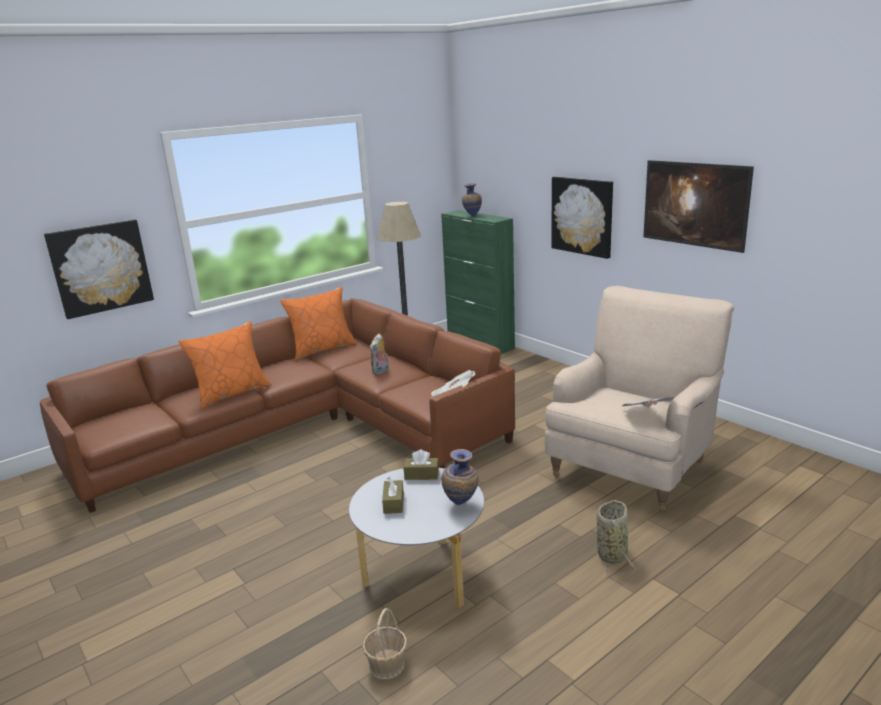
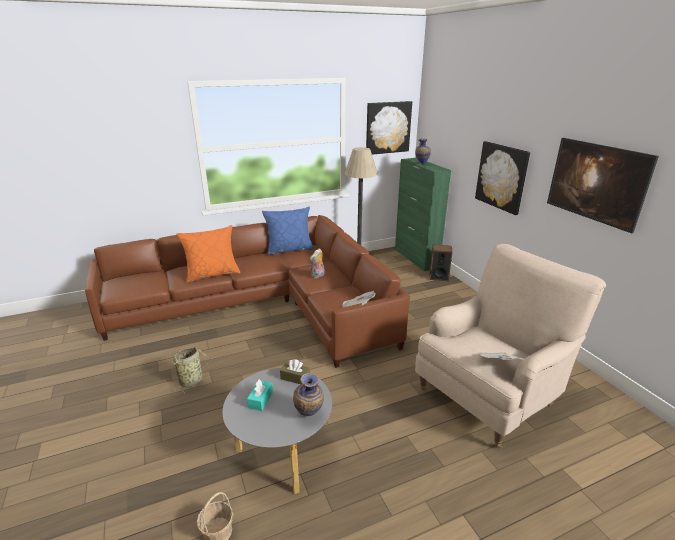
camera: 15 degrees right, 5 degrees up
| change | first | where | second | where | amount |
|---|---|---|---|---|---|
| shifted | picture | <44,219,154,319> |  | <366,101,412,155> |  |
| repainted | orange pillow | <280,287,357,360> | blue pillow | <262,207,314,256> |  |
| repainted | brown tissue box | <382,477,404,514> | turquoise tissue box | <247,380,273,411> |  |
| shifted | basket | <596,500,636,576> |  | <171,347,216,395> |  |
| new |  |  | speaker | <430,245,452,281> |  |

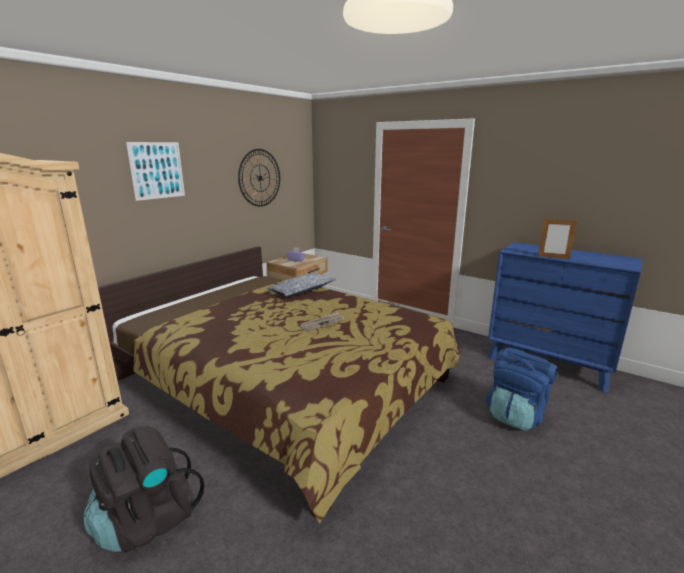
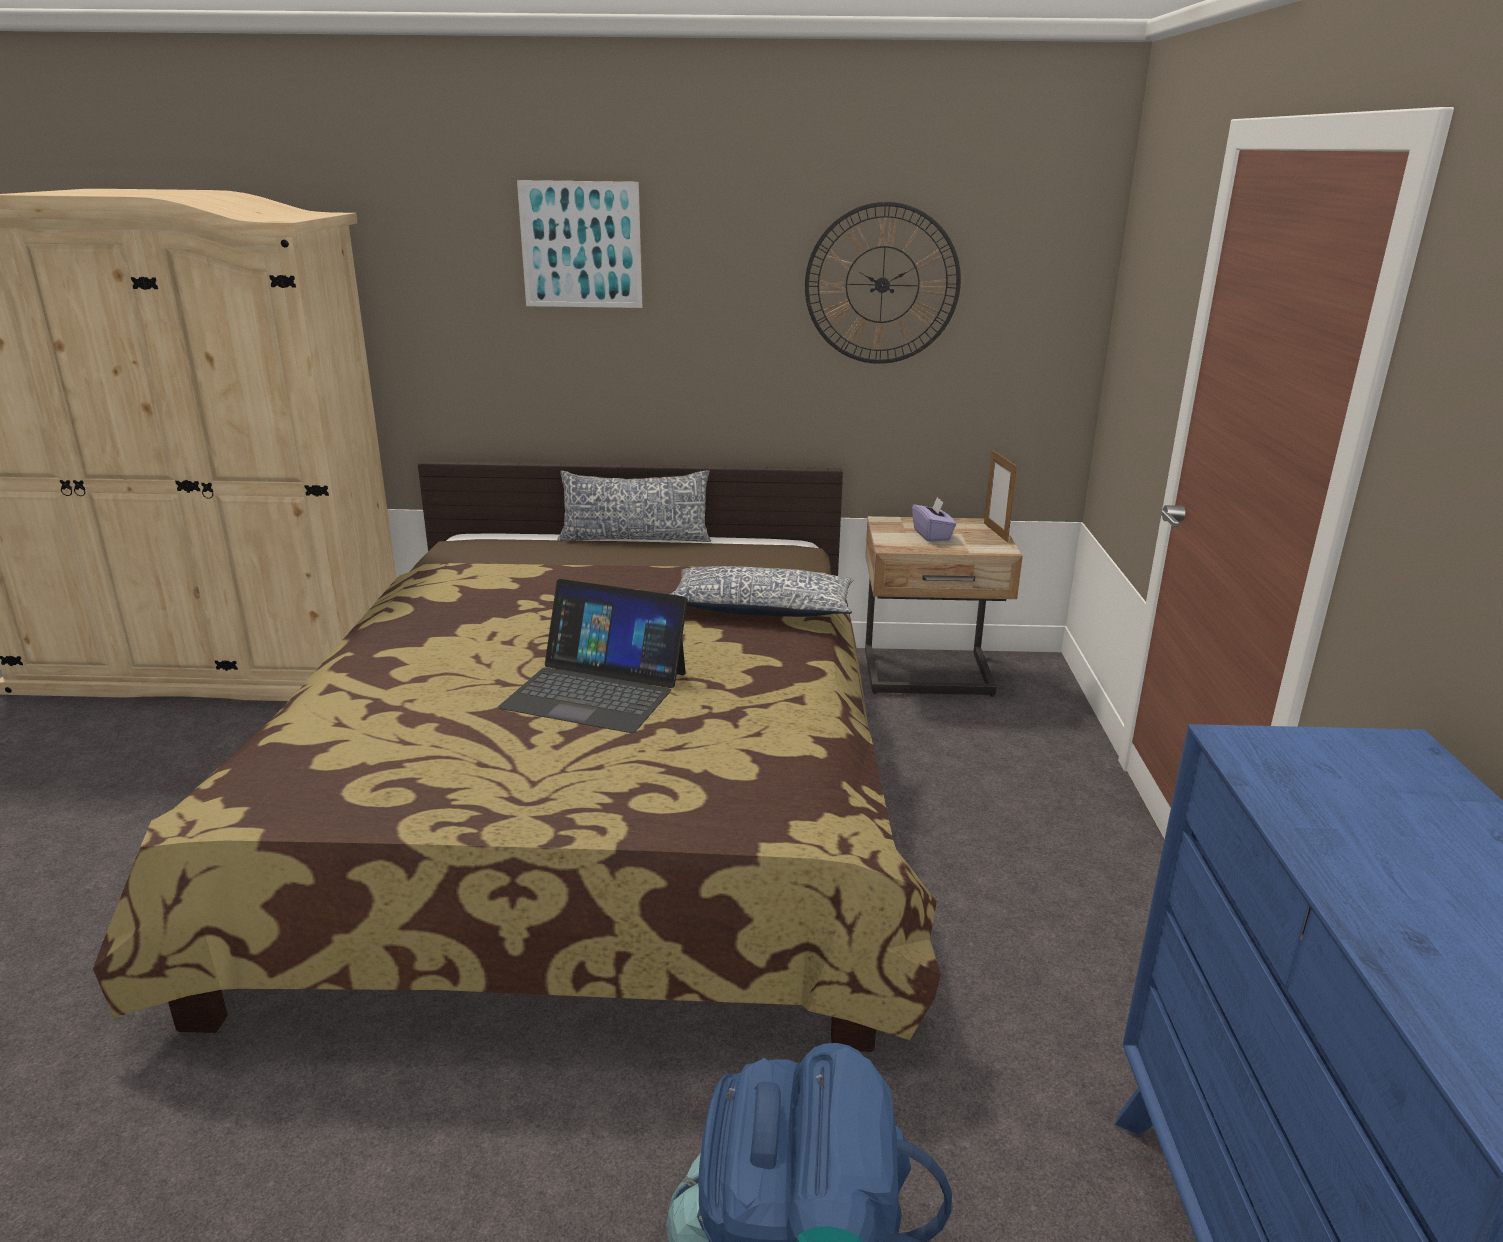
camera: 55 degrees right, 5 degrees up
| change | first | where | second | where | amount |
|---|---|---|---|---|---|
| gone | black backpack | <84,426,205,552> |  |  |  |
| swapped | newspaper | <300,312,344,331> | laptop | <498,579,688,733> |  |
| shifted | picture frame | <538,219,577,259> |  | <984,450,1017,542> |  |
| new |  |  | pillow | <557,470,711,542> |  |

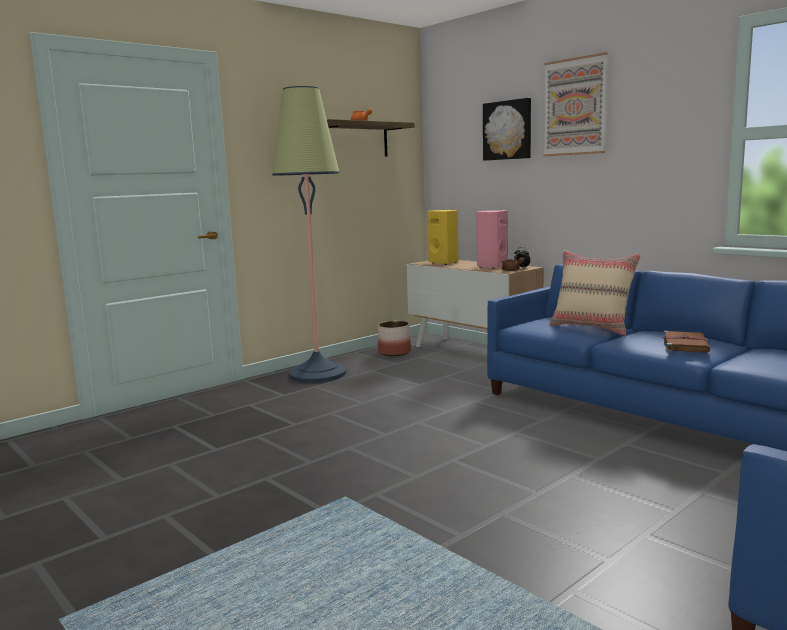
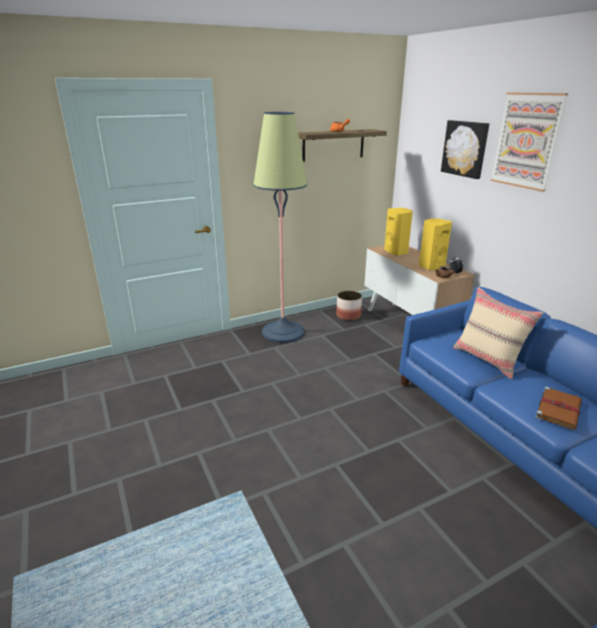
camera: 15 degrees right, 15 degrees up
| change | first | where | second | where | amount |
|---|---|---|---|---|---|
| repainted | pink speaker | <477,210,508,269> | yellow speaker | <419,218,452,271> |  |

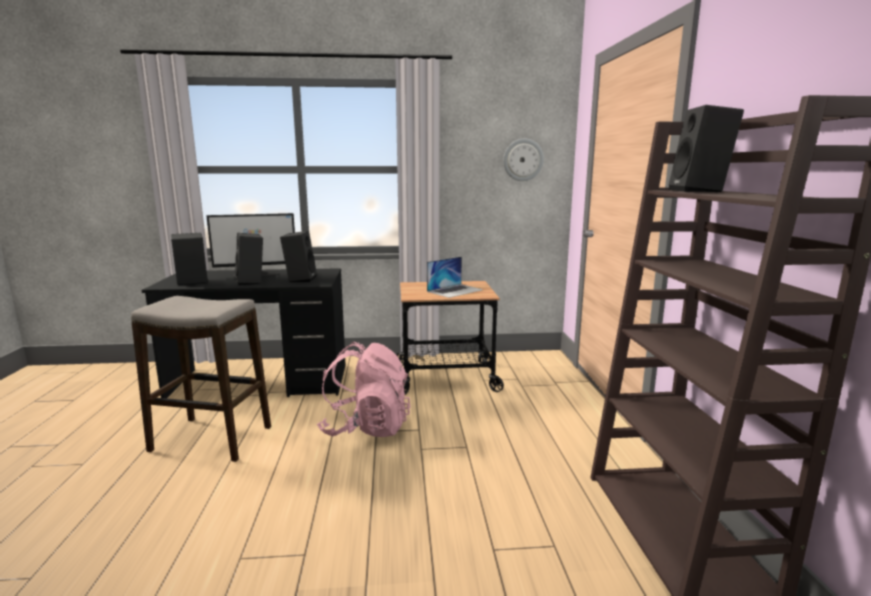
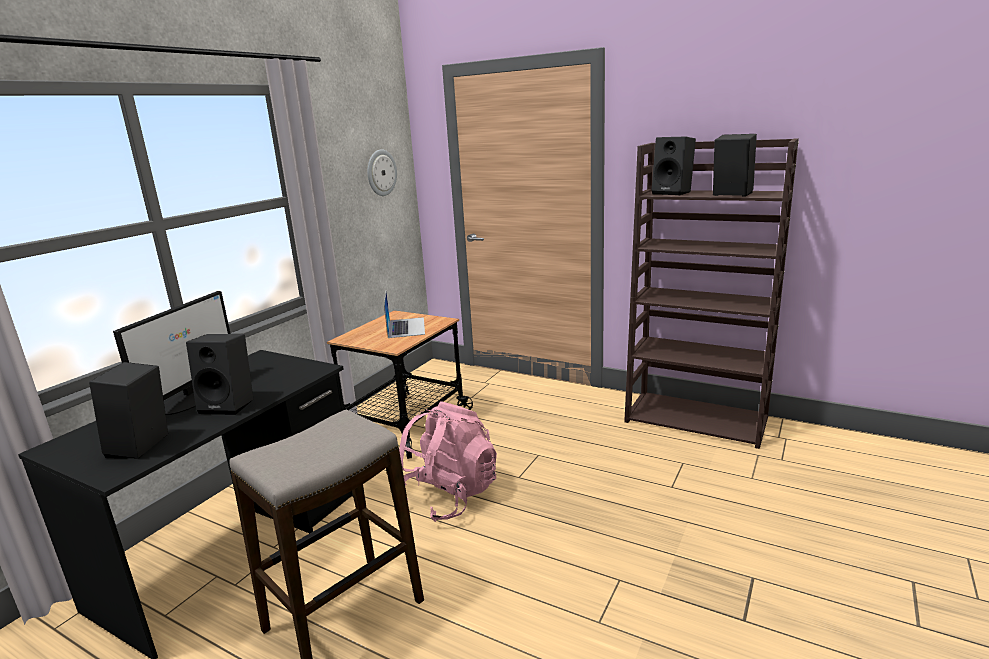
camera: 55 degrees left, 5 degrees up
| change | first | where | second | where | amount |
|---|---|---|---|---|---|
| shifted | black speaker | <280,231,317,282> |  | <713,134,757,197> |  |

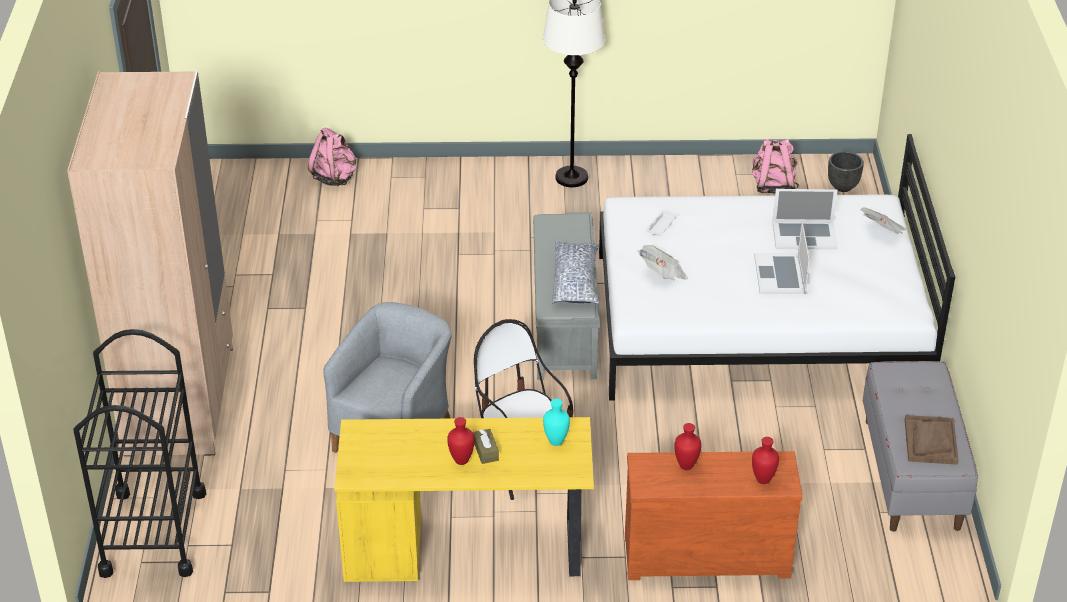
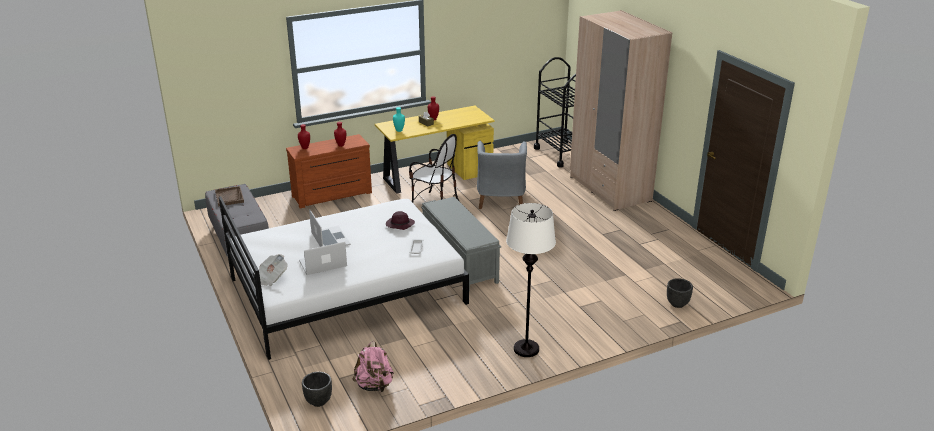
camera: 155 degrees right, 10 degrees down
| change | first | where | second | where | amount |
|---|---|---|---|---|---|
| swapped | pink backpack | <308,127,356,186> | black planter | <667,278,693,308> |  |
| gone | pillow | <552,241,600,304> |  |  |  |
| swapped | newspaper | <638,245,688,280> | purple hat | <386,211,415,230> |  |

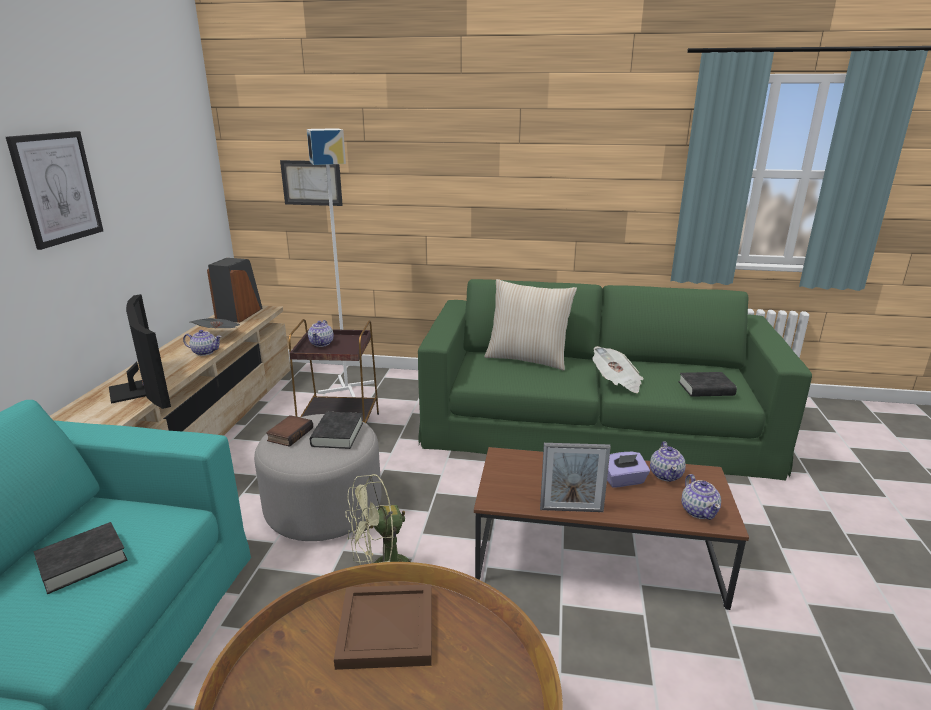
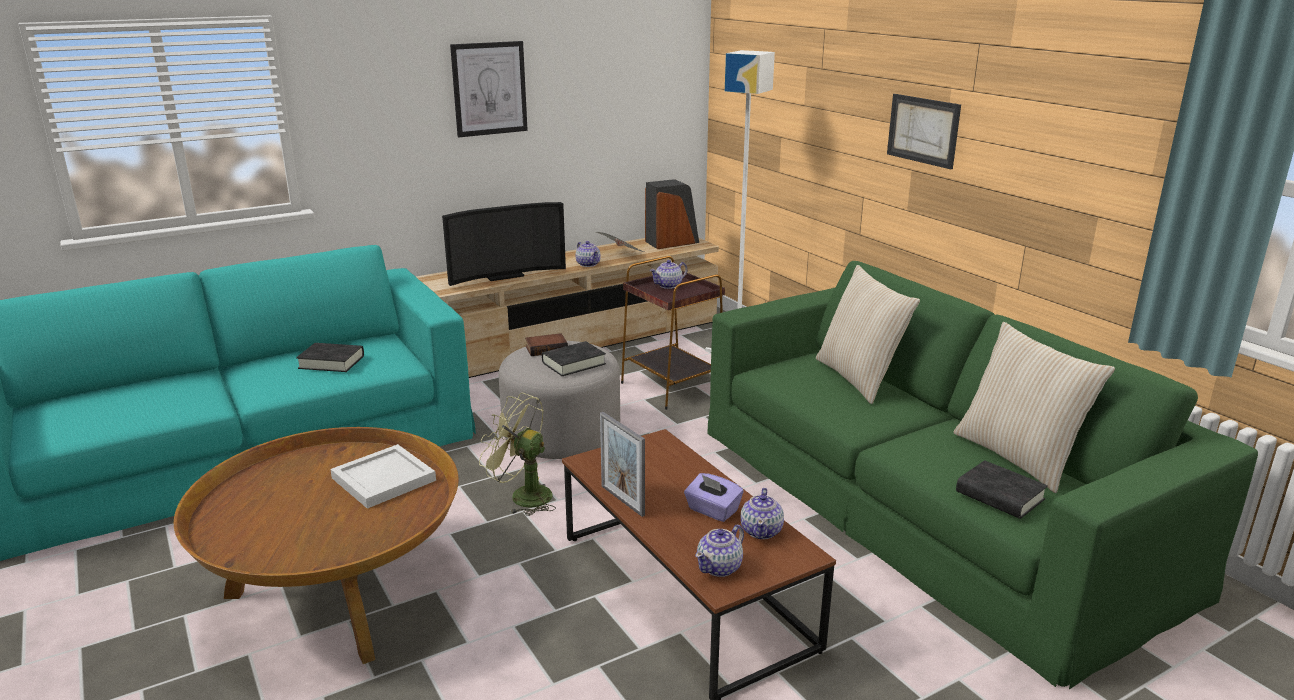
camera: 50 degrees right, 0 degrees up
| change | first | where | second | where | amount |
|---|---|---|---|---|---|
| rotated | television | <109,294,171,409> |  | <442,202,566,286> | 45 degrees clockwise |
| shifted | picture | <280,160,343,206> |  | <887,94,961,169> |  |
| repainted | brown tray | <334,584,432,670> | white tray | <330,444,436,509> |  |
| gone | newspaper | <592,346,643,393> |  |  |  |
| rotated | teapot | <650,441,686,482> |  | <741,488,784,539> | 45 degrees counterclockwise |
| new |  |  | beige pillow | <954,322,1115,493> |  |

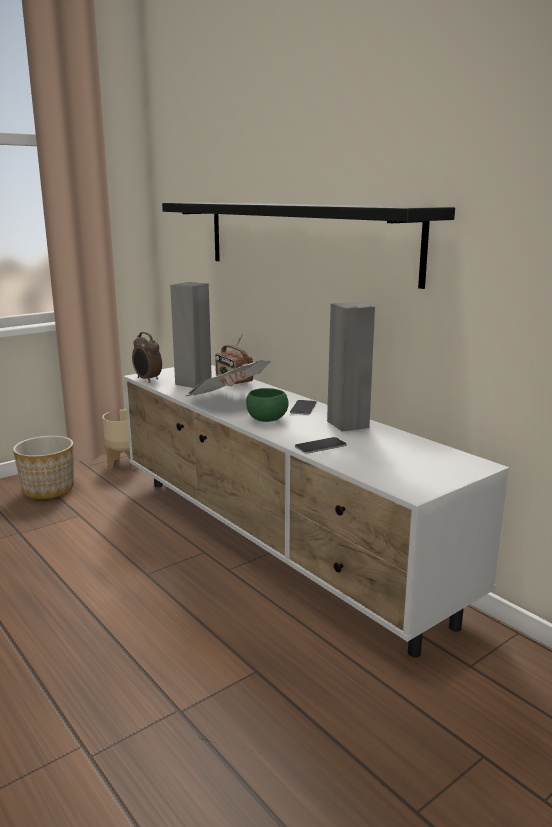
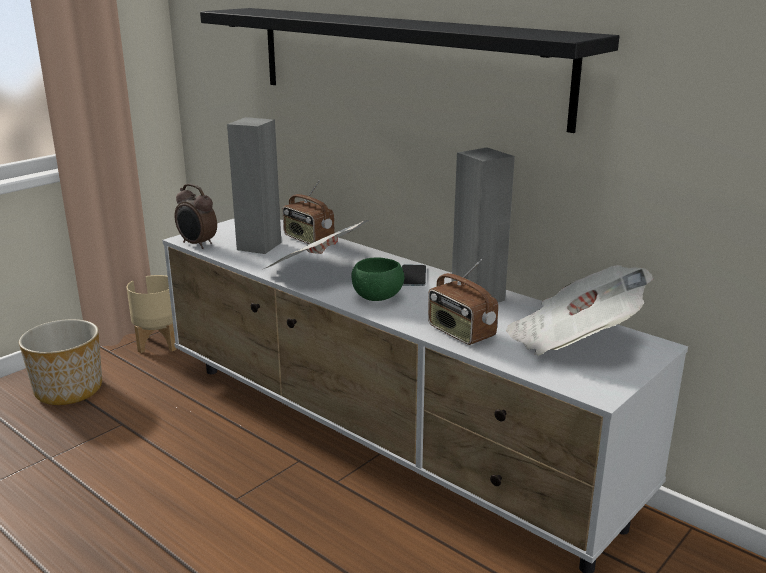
camera: 10 degrees left, 5 degrees up
| change | first | where | second | where | amount |
|---|---|---|---|---|---|
| swapped | phone | <295,437,346,454> | radio | <428,259,498,345> |  |
| new |  |  | newspaper | <506,265,654,356> |  |

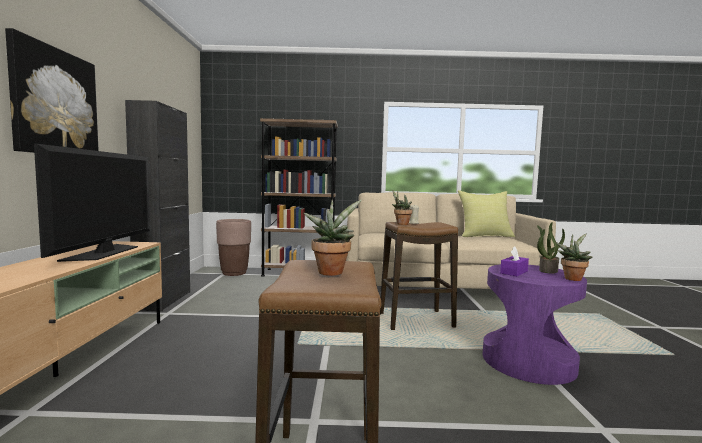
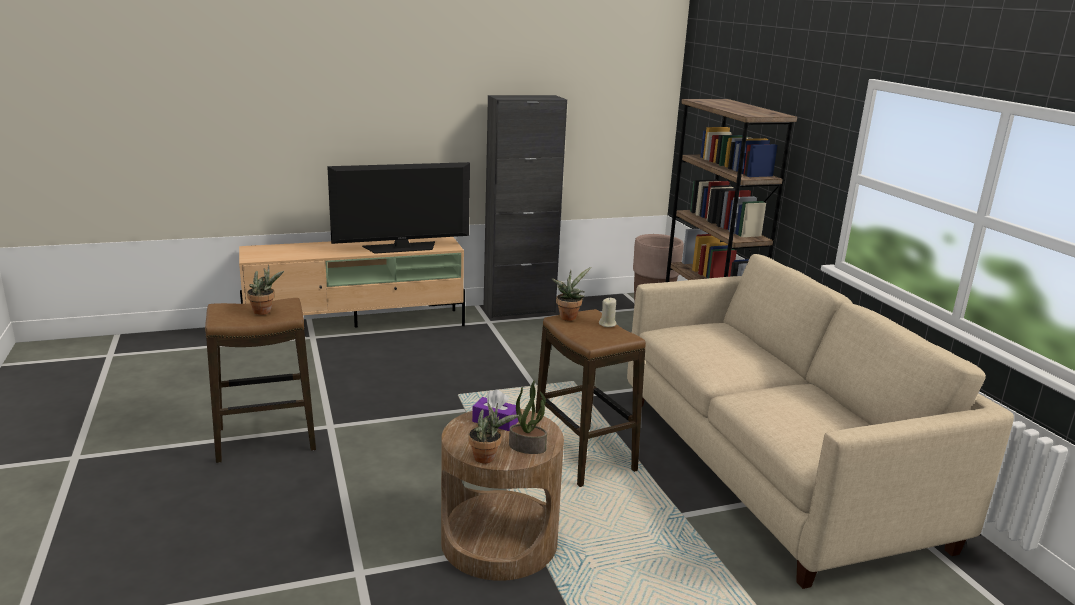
camera: 70 degrees right, 15 degrees up
| change | first | where | second | where | amount |
|---|---|---|---|---|---|
| gone | picture | <5,28,99,153> |  |  |  |
| gone | yellow pillow | <458,190,515,237> |  |  |  |
| repainted | purple side table | <483,264,587,385> | brown side table | <441,409,564,581> |  |

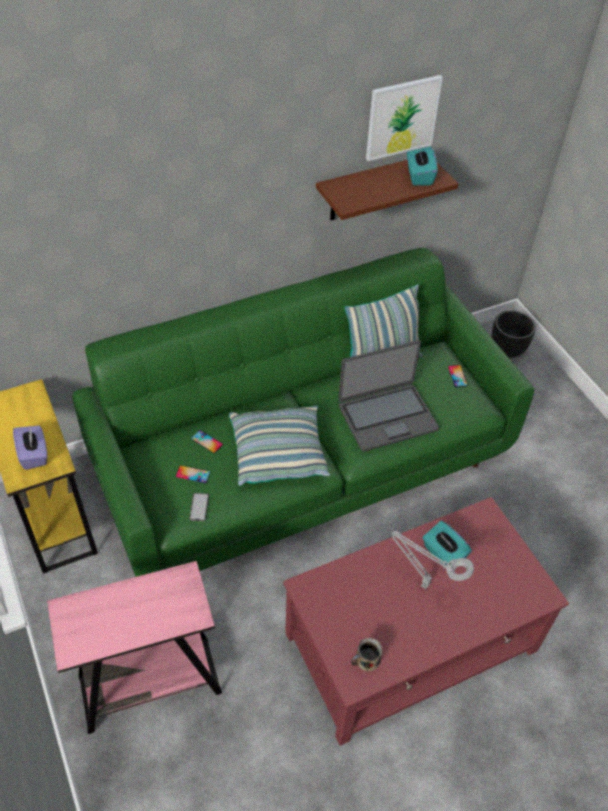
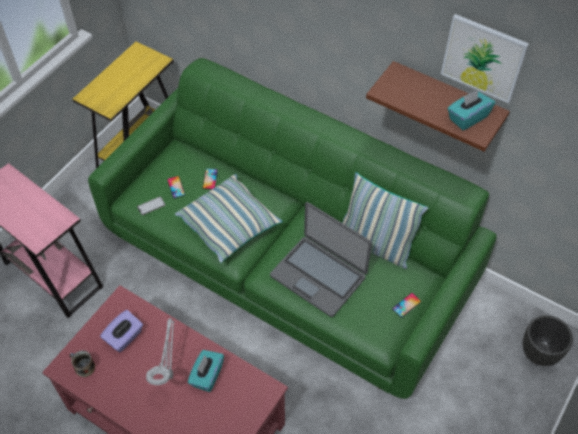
camera: 60 degrees right, 5 degrees up
| change | first | where | second | where | amount |
|---|---|---|---|---|---|
| shifted | purple tissue box | <13,426,47,470> |  | <100,310,143,352> |  |

